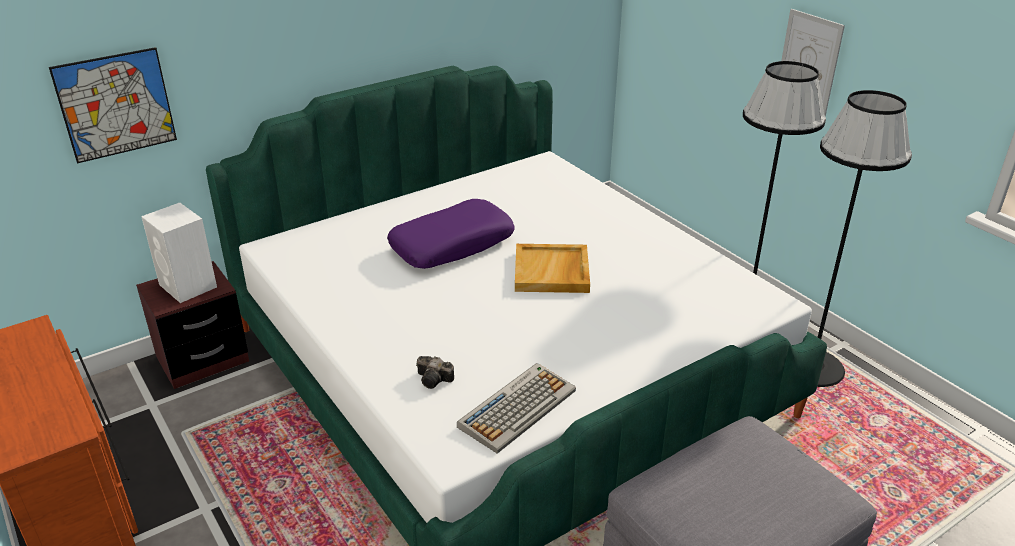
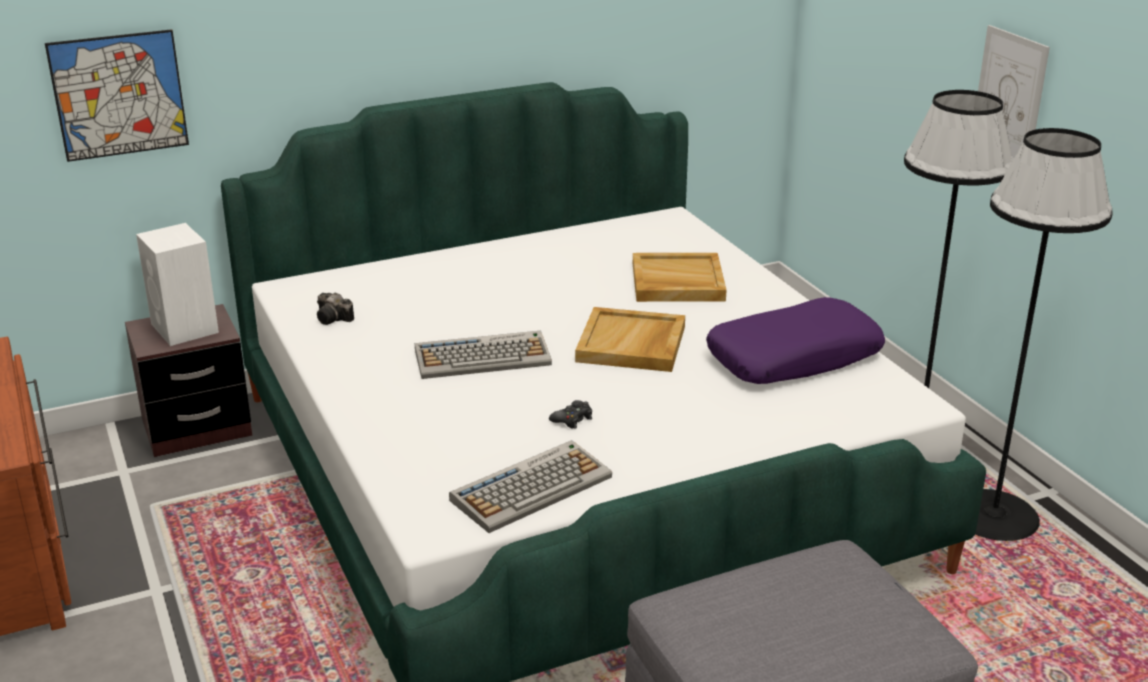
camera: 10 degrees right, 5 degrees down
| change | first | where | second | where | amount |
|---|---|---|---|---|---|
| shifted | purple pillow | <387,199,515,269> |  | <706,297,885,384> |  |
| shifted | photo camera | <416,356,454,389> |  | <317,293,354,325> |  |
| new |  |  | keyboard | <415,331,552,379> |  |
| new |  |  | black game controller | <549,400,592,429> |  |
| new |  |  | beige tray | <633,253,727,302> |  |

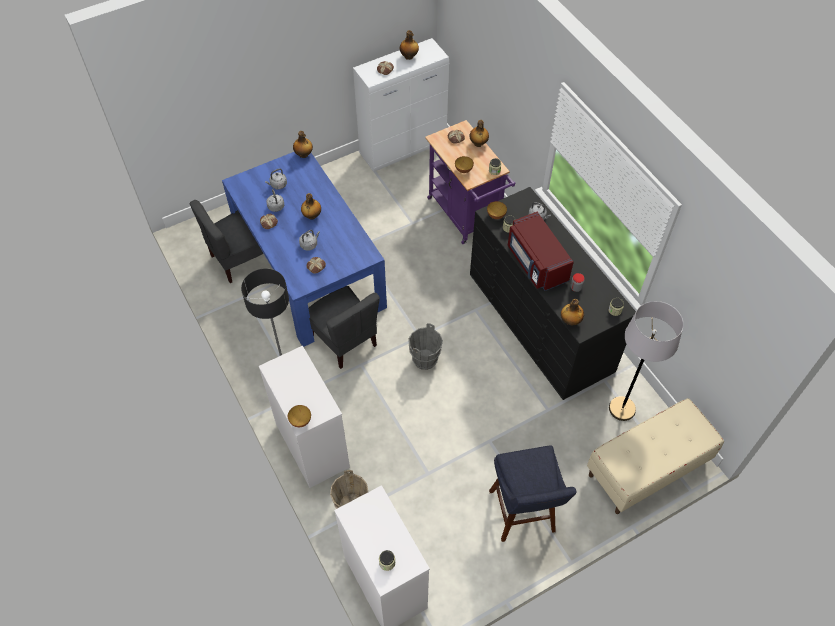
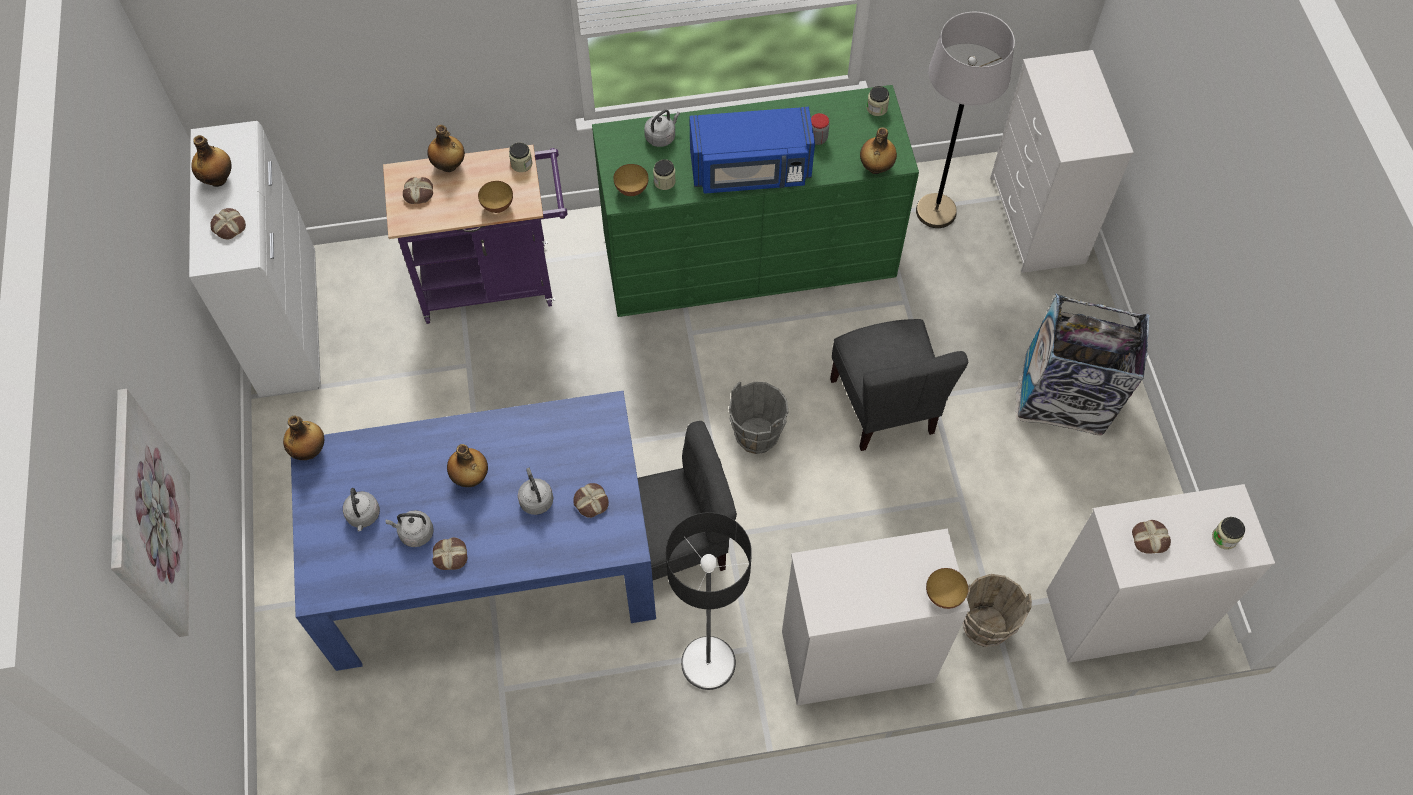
camera: 70 degrees left, 5 degrees up
| change | first | where | second | where | amount |
|---|---|---|---|---|---|
| shifted | grey chair | <189,200,264,283> |  | <830,319,969,451> |  |
| repainted | black dresser | <470,187,636,400> | green dresser | <592,85,919,317> |  |
| swapped | blue stool | <489,445,577,542> | trash can | <1015,293,1150,435> |  |
| repainted | red microwave | <508,212,574,291> | blue microwave | <689,107,815,193> |  |
| swapped | beige bench | <587,398,724,514> | white dresser | <990,50,1134,273> |  |
| new |  |  | picture | <111,389,190,637> |  |
| new |  |  | bread | <1132,520,1171,554> |  |

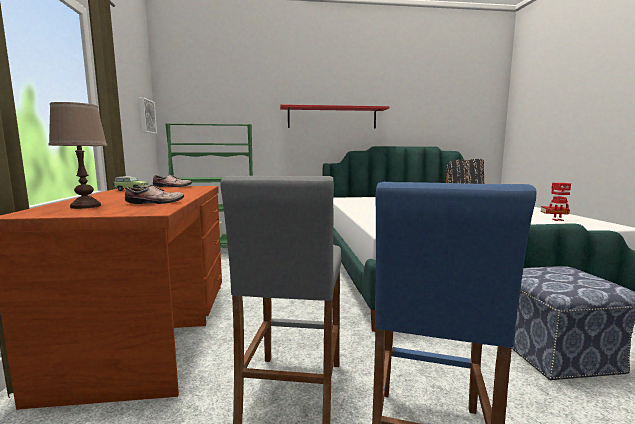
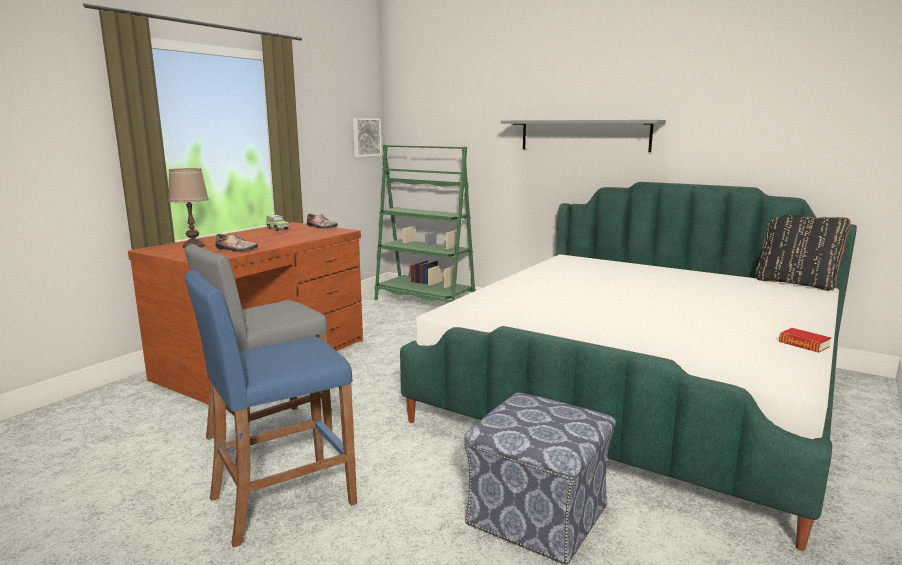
camera: 40 degrees right, 5 degrees up
| change | first | where | second | where | amount |
|---|---|---|---|---|---|
| repainted | red shelf | <280,105,389,128> | grey shelf | <501,120,666,152> |  |
| gone | toy robot | <549,183,571,221> |  |  |  |

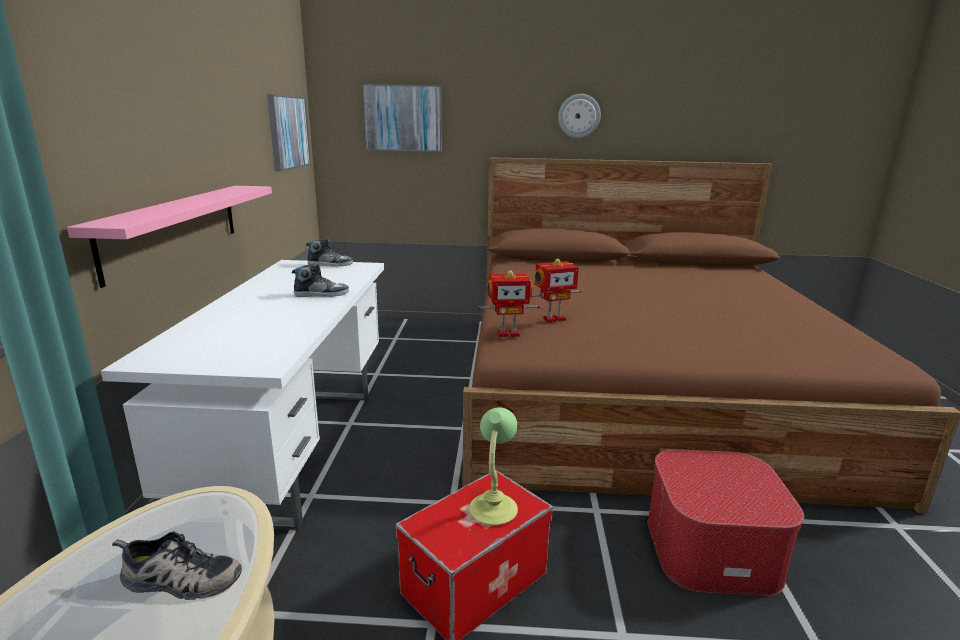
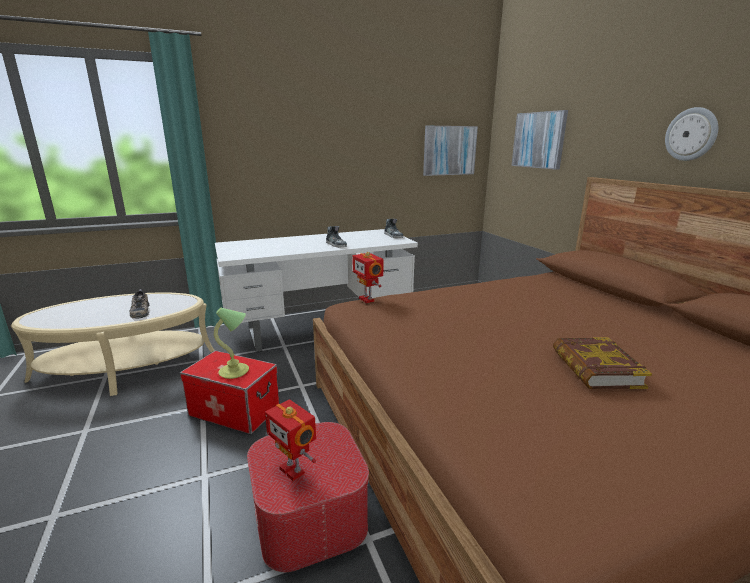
camera: 65 degrees right, 0 degrees up
| change | first | where | second | where | amount |
|---|---|---|---|---|---|
| gone | pink shelf | <67,186,272,288> |  |  |  |
| shifted | toy robot | <530,259,582,323> |  | <265,399,316,481> |  |
| new |  |  | book | <553,337,652,389> |  |

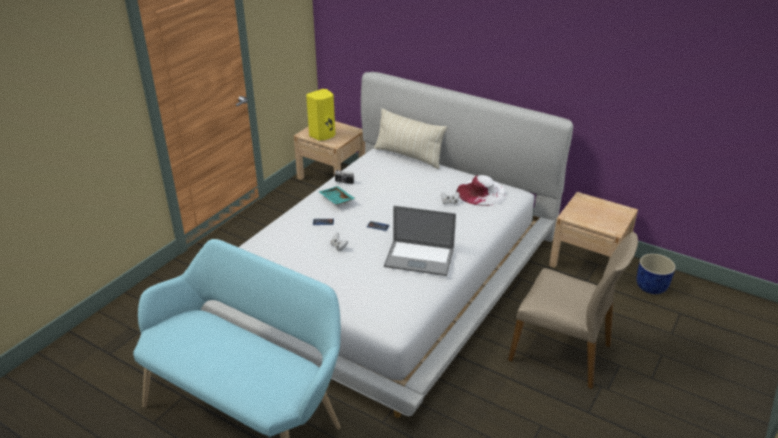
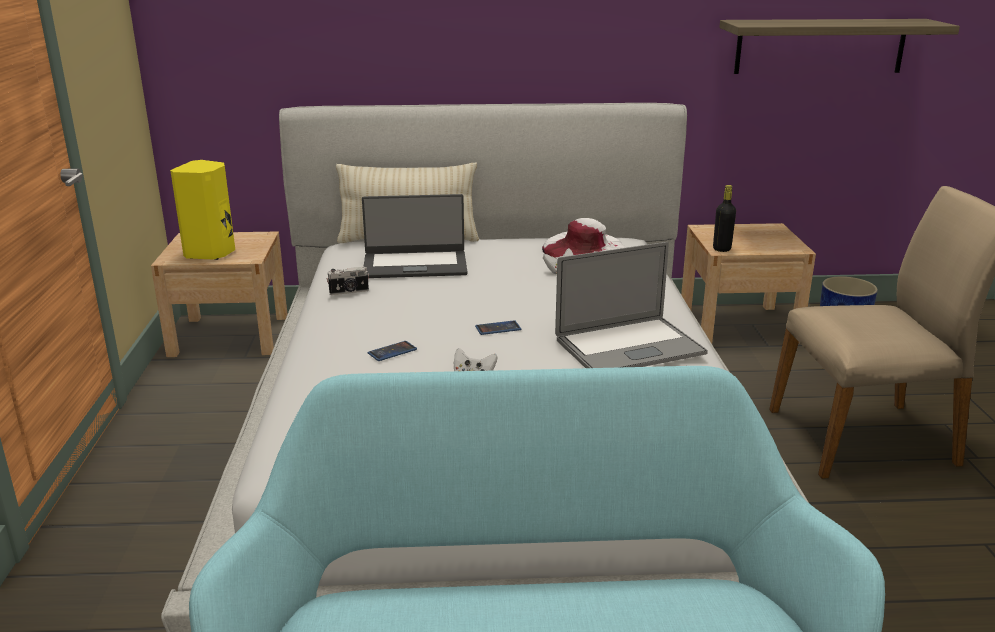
camera: 35 degrees left, 10 degrees down
| change | first | where | second | where | amount |
|---|---|---|---|---|---|
| gone | turquoise tray | <318,186,356,205> |  |  |  |
| new |  |  | laptop | <362,194,467,278> |  |
| new |  |  | black bottle | <713,185,736,252> |  |
| new |  |  | shelf | <719,19,960,74> |  |

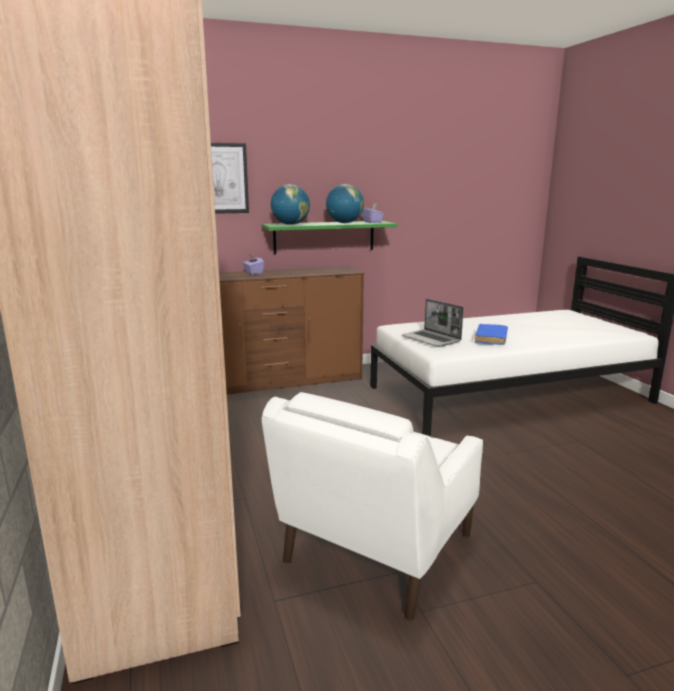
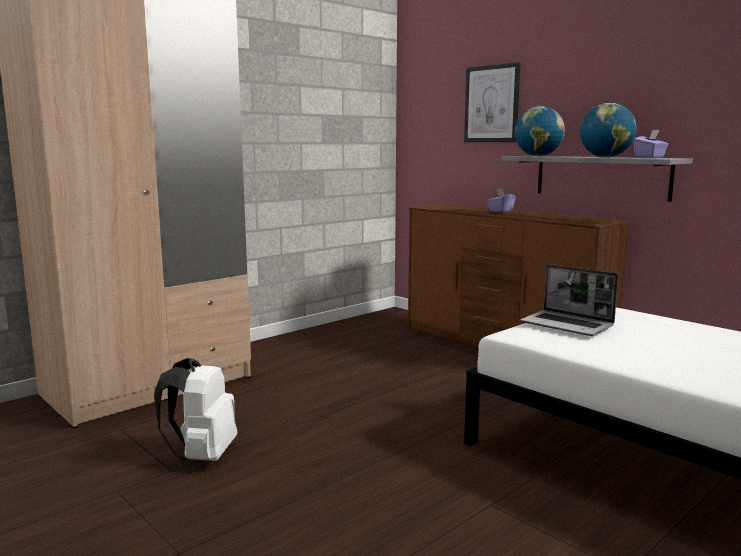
camera: 65 degrees right, 5 degrees down
| change | first | where | second | where | amount |
|---|---|---|---|---|---|
| repainted | green shelf | <262,221,397,254> | grey shelf | <502,156,693,202> |  |
| swapped | white armchair | <262,392,483,620> | white backpack | <154,358,237,461> |  |
| rotated | laptop | <402,299,464,347> |  | <520,264,618,336> | 75 degrees counterclockwise |
| gone | blue book | <475,324,508,345> |  |  |  |

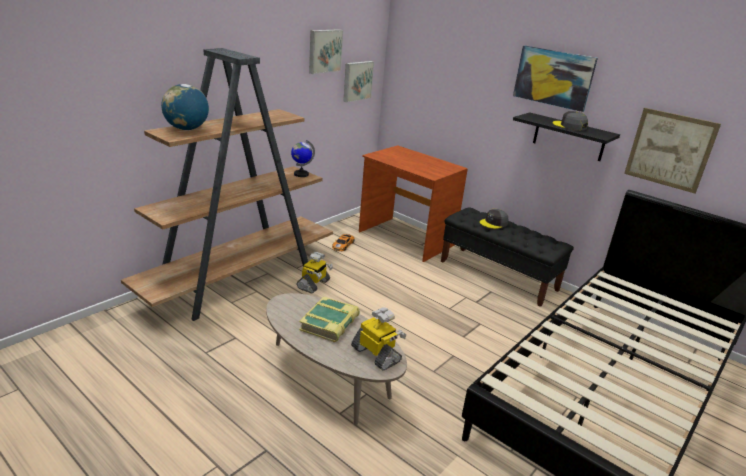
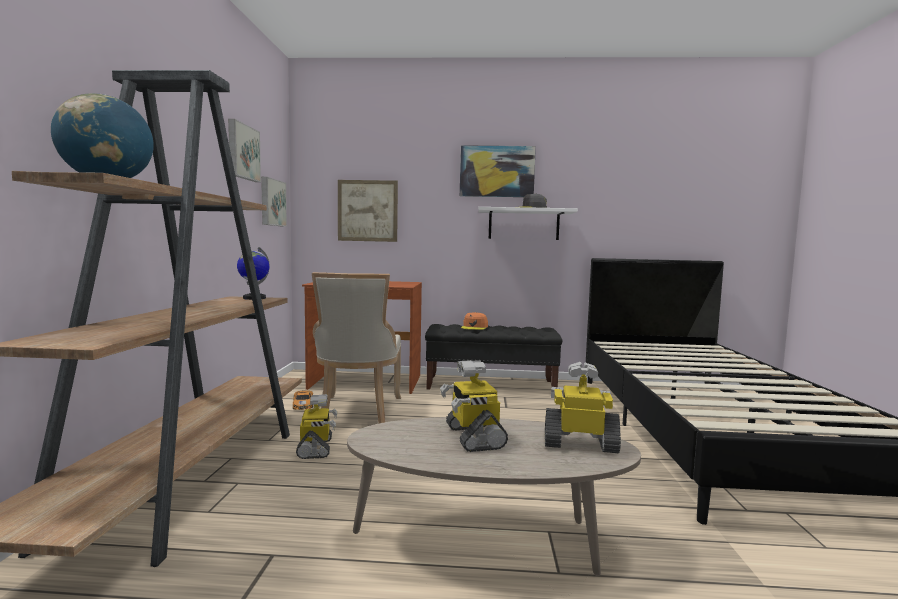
camera: 35 degrees left, 20 degrees down
| change | first | where | second | where | amount |
|---|---|---|---|---|---|
| swapped | book | <299,297,360,342> | toy robot | <440,360,508,452> |  |
| repainted | grey cap | <480,209,509,229> | orange cap | <461,312,488,330> |  |
| repainted | black shelf | <513,112,620,161> | white shelf | <478,207,578,240> |  |
| shifted | picture | <624,108,721,193> |  | <338,180,398,242> |  |
| new |  |  | beige chair | <312,272,401,423> |  |

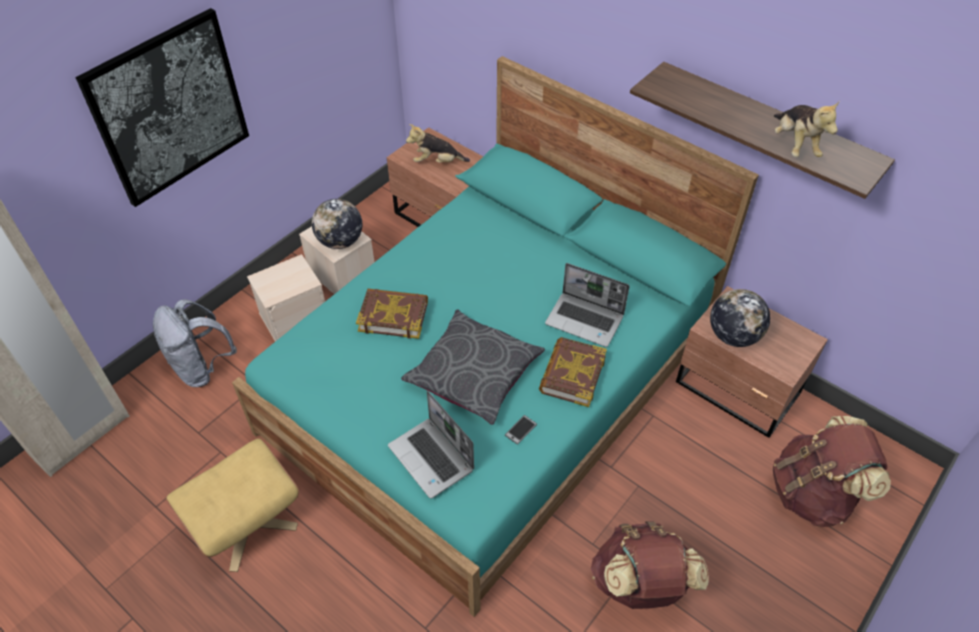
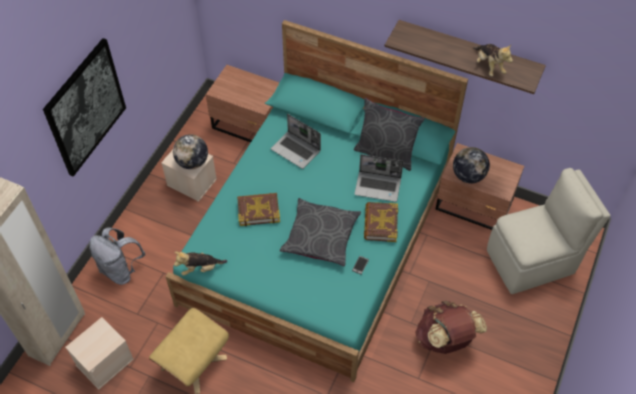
camera: 15 degrees left, 5 degrees up
| change | first | where | second | where | amount |
|---|---|---|---|---|---|
| shifted | beige storage box | <247,254,325,341> |  | <65,317,134,390> |  |
| shifted | laptop | <388,391,474,499> |  | <271,114,321,169> |  |
| shifted | plush toy | <406,124,470,163> |  | <174,251,227,276> |  |
| swapped | brown backpack | <773,416,891,527> | beige chair | <487,168,611,294> |  |
| new |  |  | grey pillow | <354,98,424,171> |  |

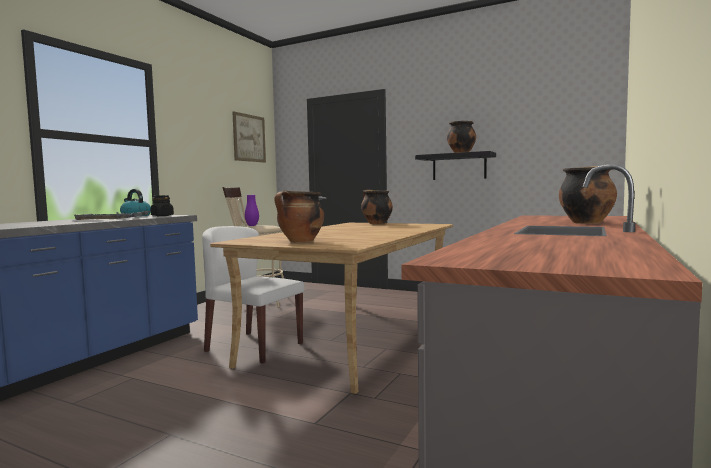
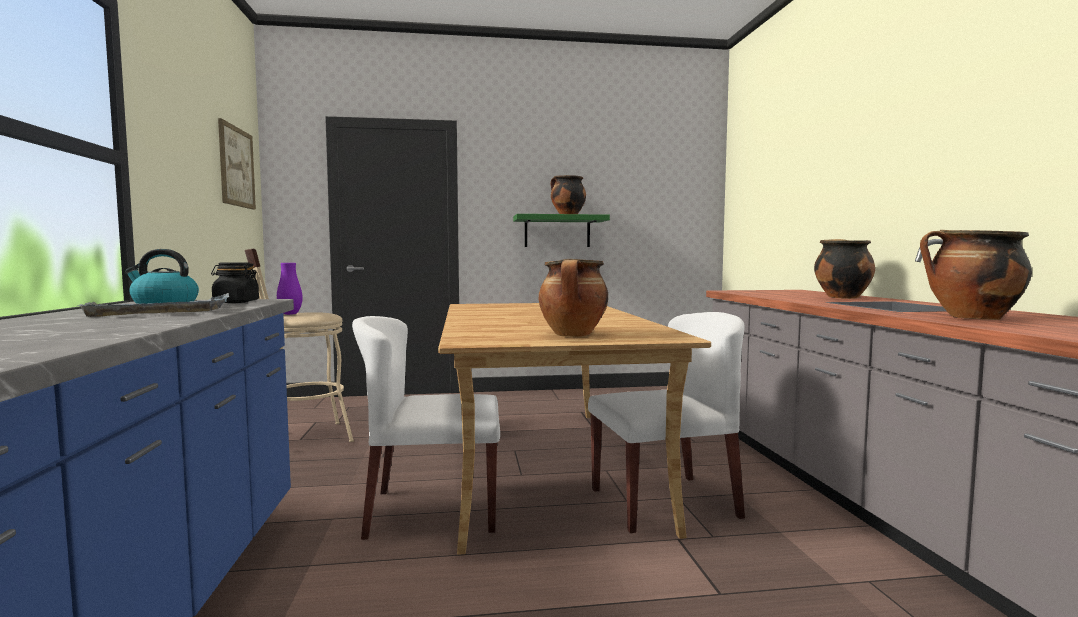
camera: 35 degrees left, 0 degrees up
| change | first | where | second | where | amount |
|---|---|---|---|---|---|
| shifted | cooking pot | <361,190,393,224> |  | <920,230,1032,320> |  |
| repainted | black shelf | <415,151,496,180> | green shelf | <513,214,610,247> |  |
| new |  |  | white chair | <588,312,745,533> |  |

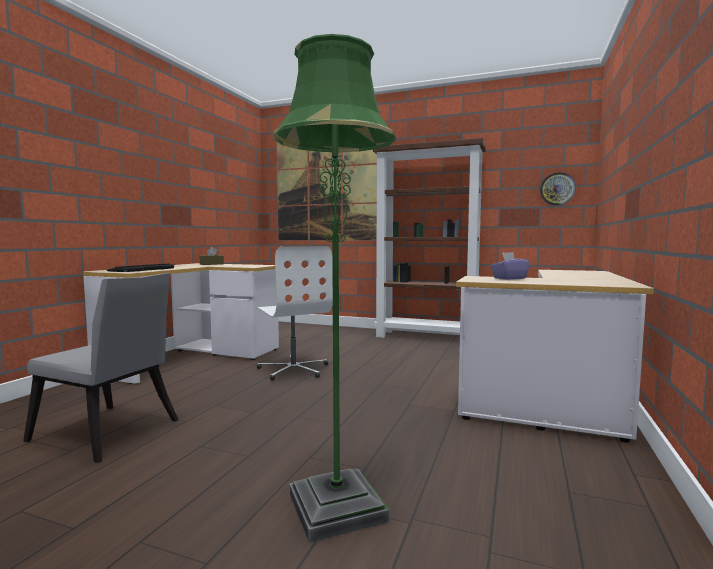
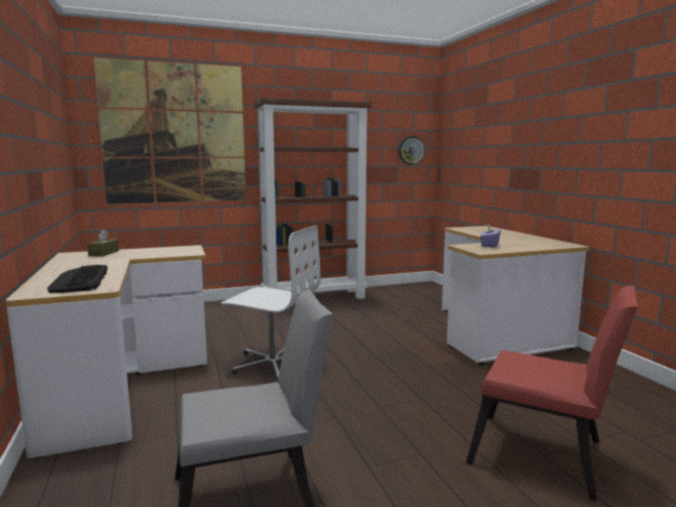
camera: 40 degrees left, 5 degrees up
| change | first | where | second | where | amount |
|---|---|---|---|---|---|
| swapped | green floor lamp | <273,34,396,543> | red chair | <466,286,638,502> |  |

